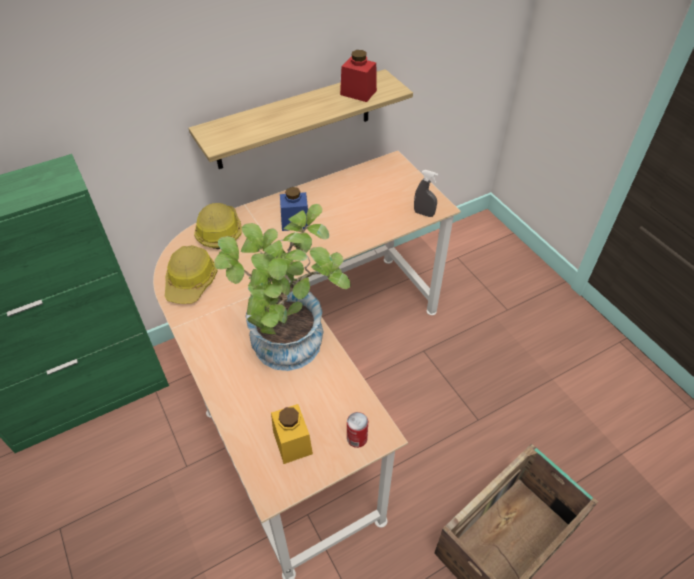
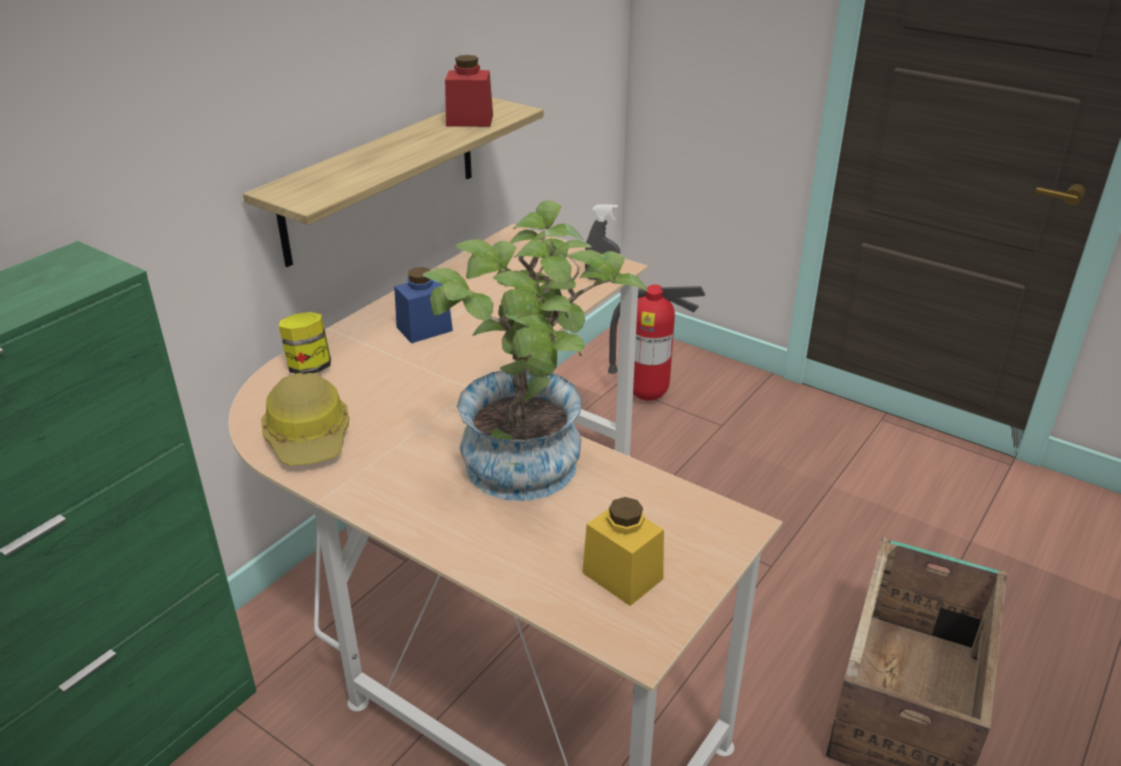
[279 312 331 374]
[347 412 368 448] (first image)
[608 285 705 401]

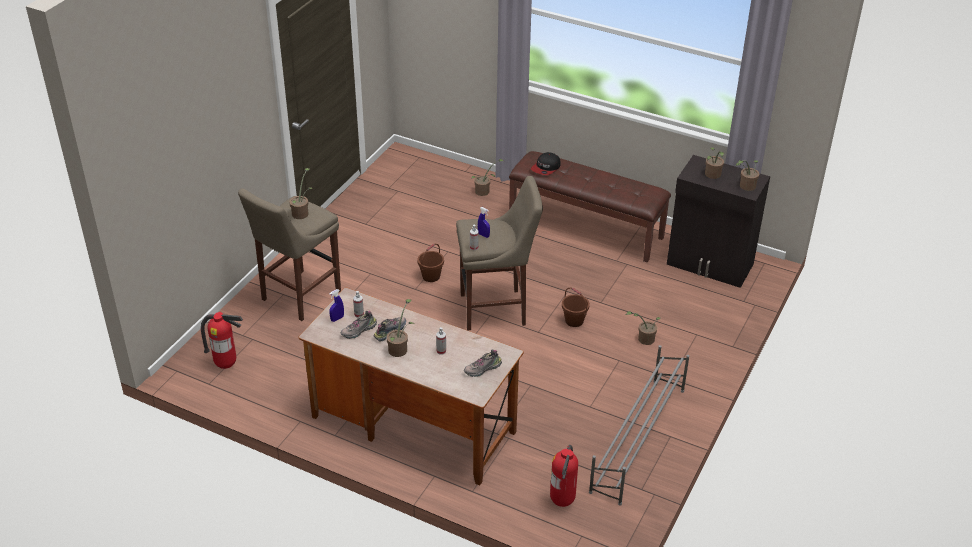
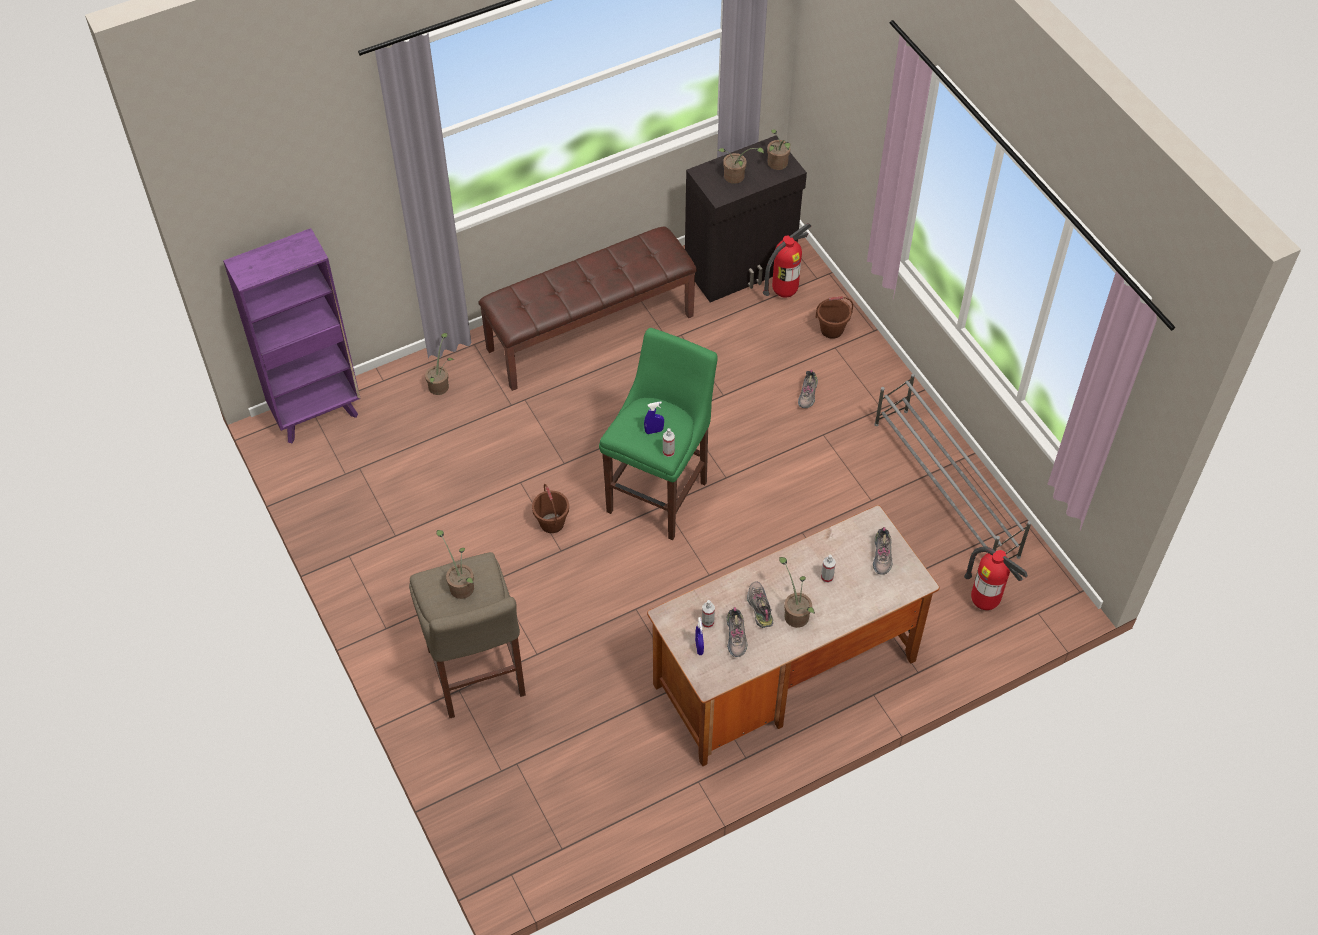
[763 223 811 298]
[599 328 718 540]
[531 152 561 175] (first image)
[816 296 853 339]
[798 370 818 408]
[223 228 361 443]

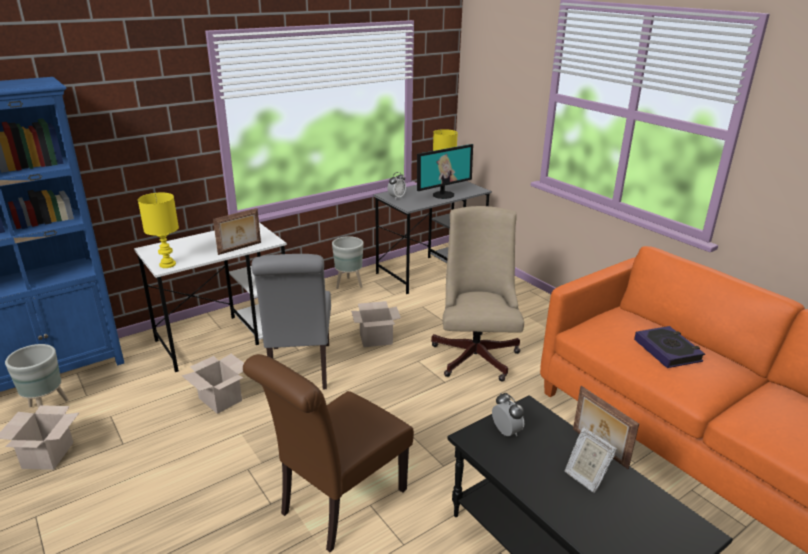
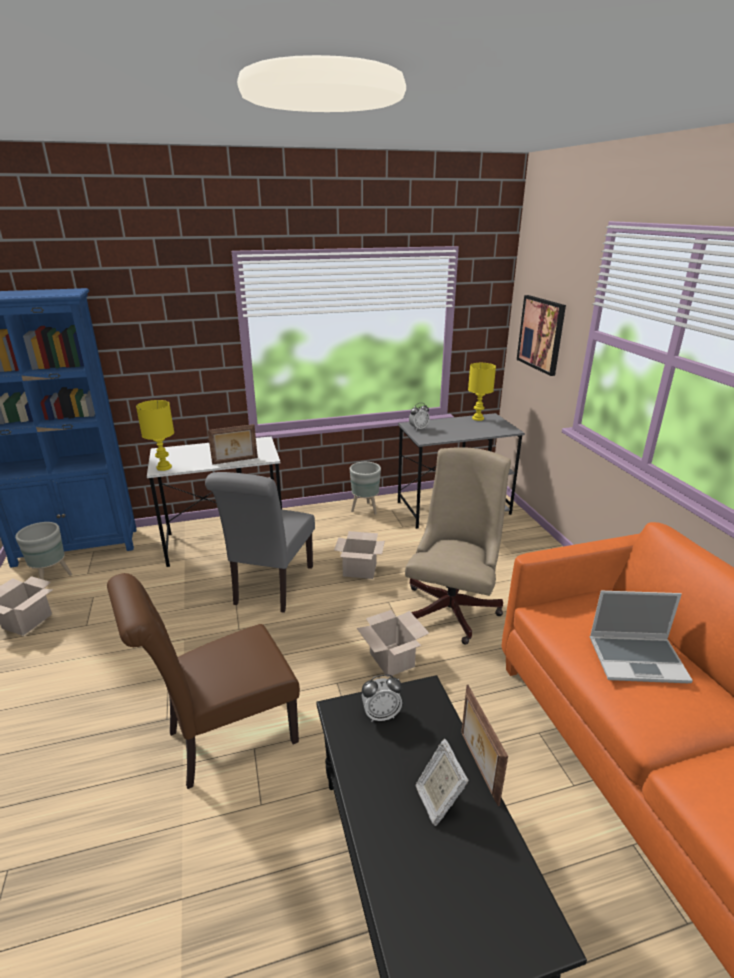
[357 610 429 677]
[417 144 473 199] (first image)
[362 675 402 722]
[590 591 693 683]
[517 295 566 376]

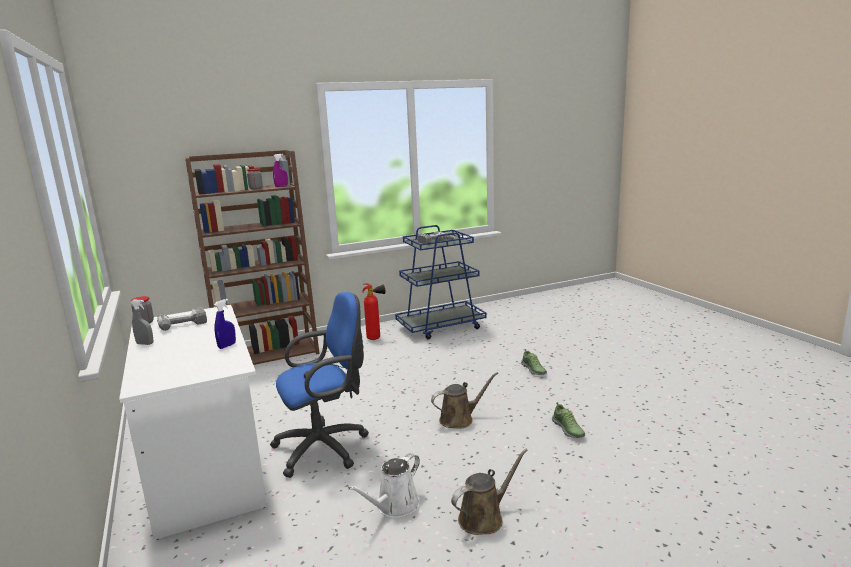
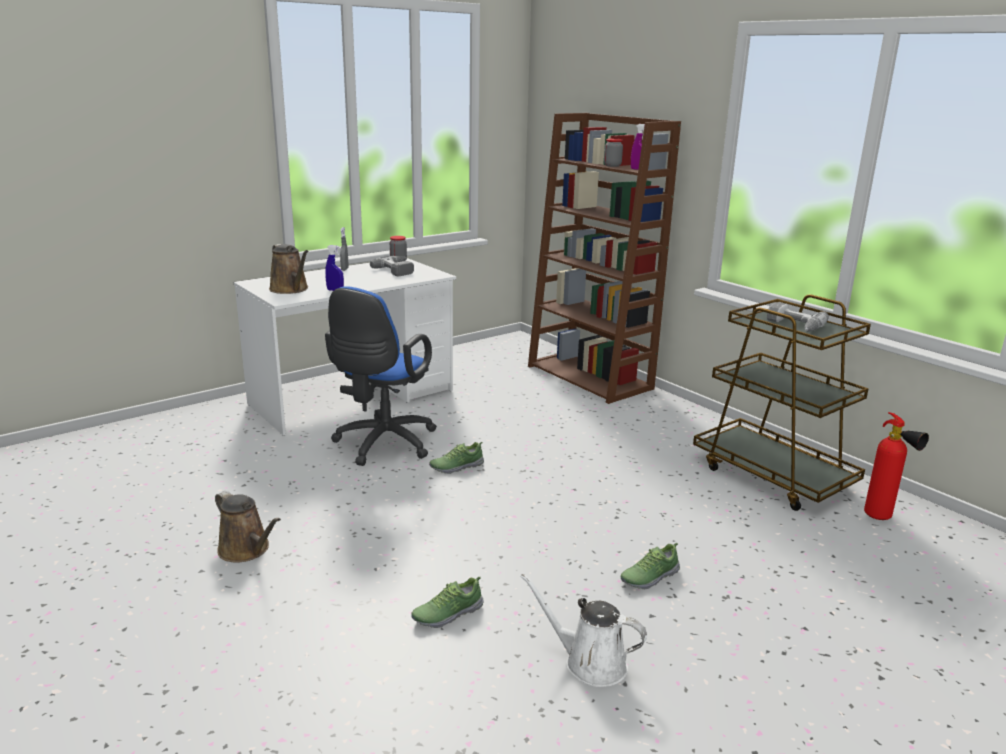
[325 286 437 466]
[520 573 647 687]
[864 412 929 520]
[693 294 871 511]
[269 244 308 294]
[429 442 484 474]

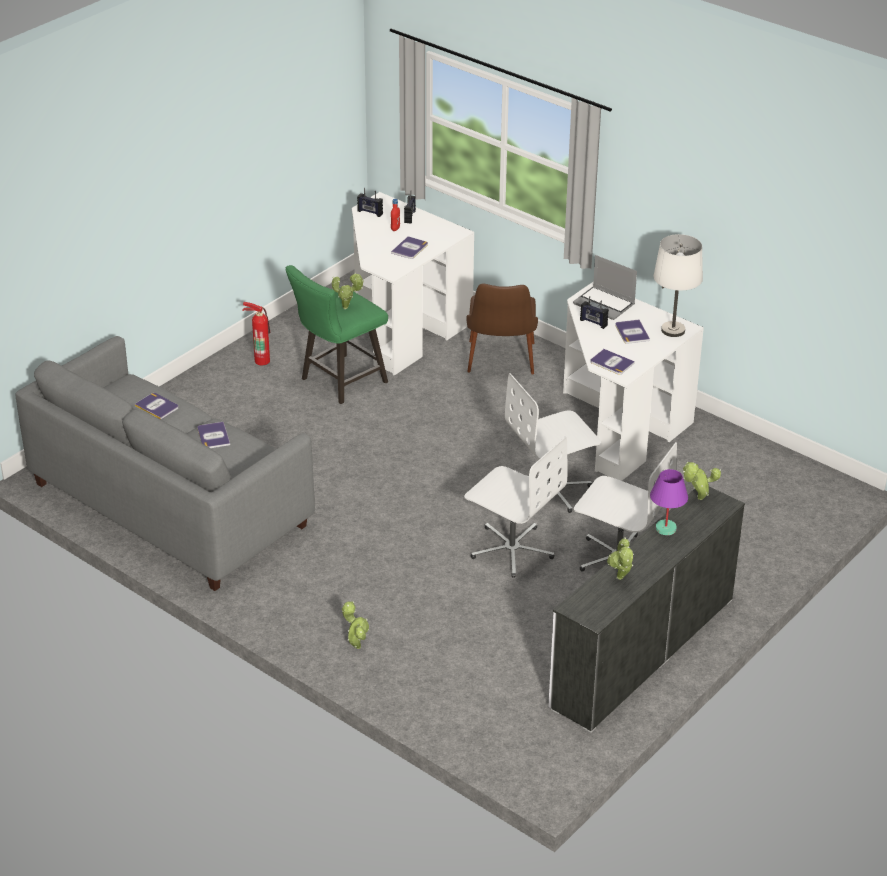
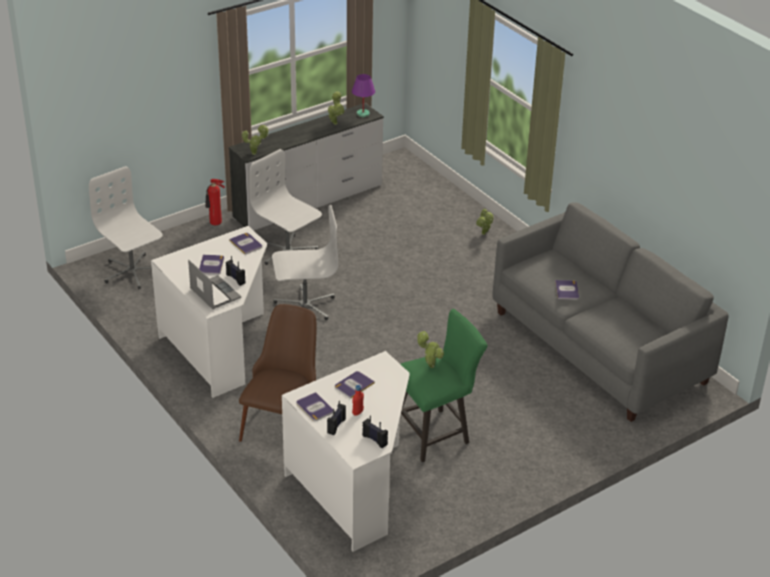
[296 392 335 421]
[205 179 225 225]
[89 166 163 289]
[352 74 375 117]
[654 234 703 337] (first image)

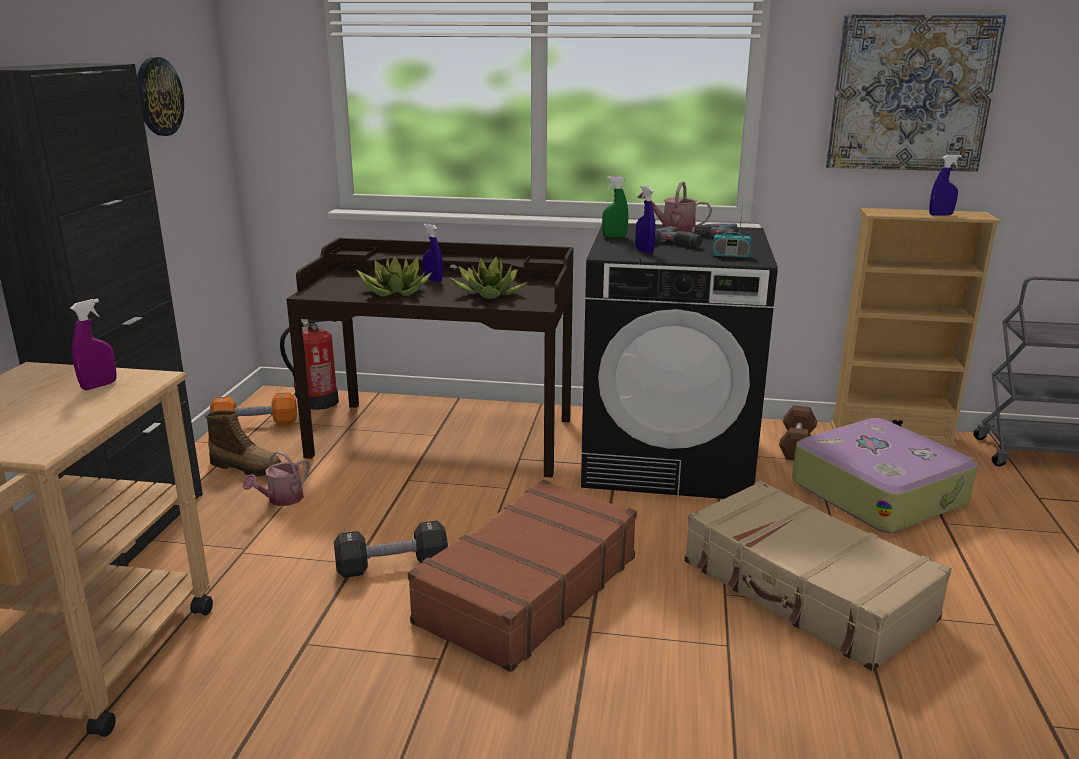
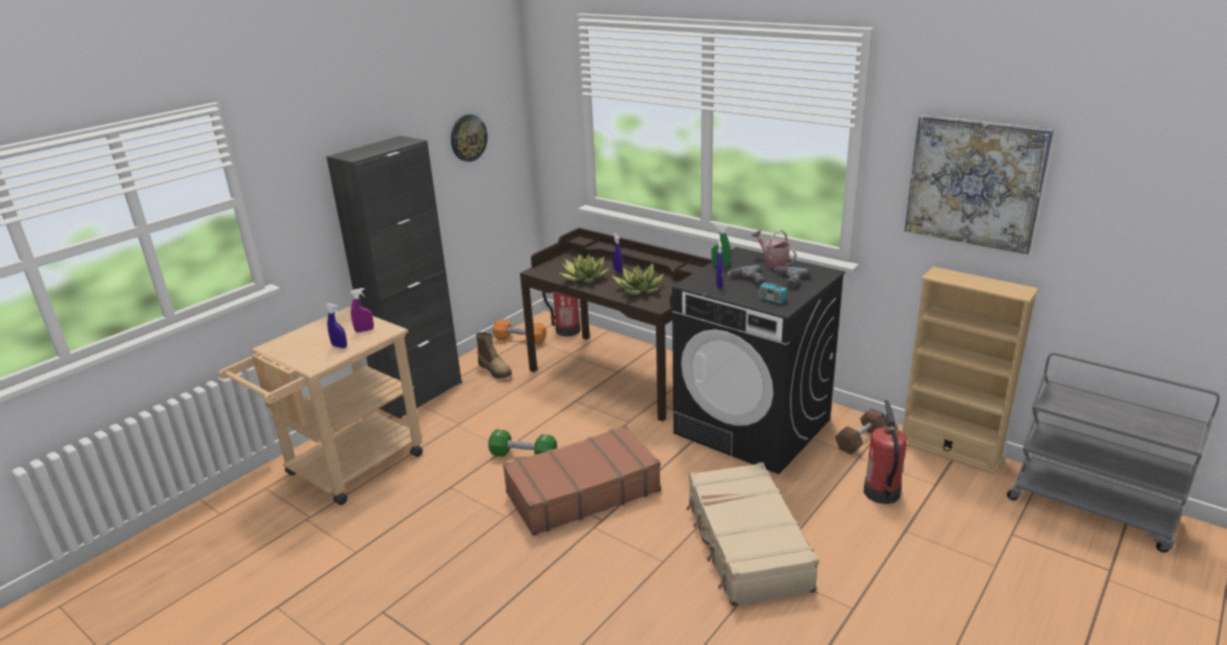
[243 451 310 506] (first image)
[488 429 557 457]
[864 400 906 504]
[326 303 347 348]

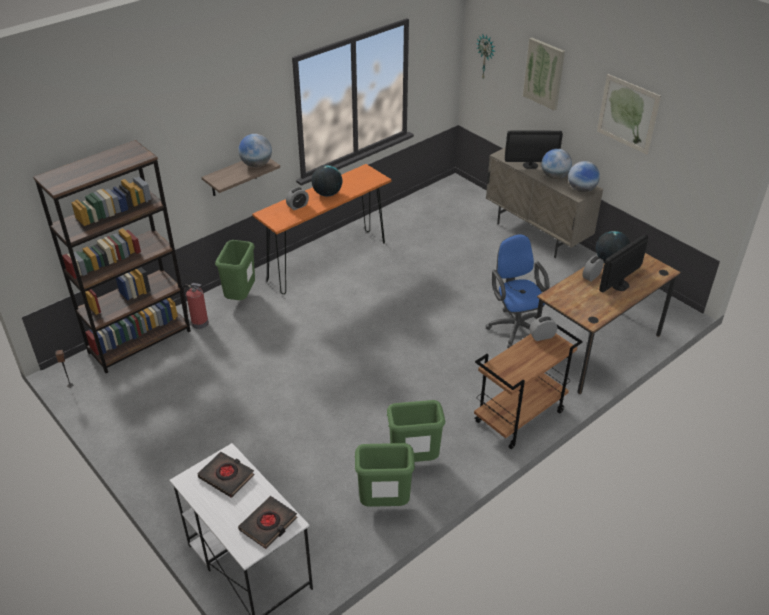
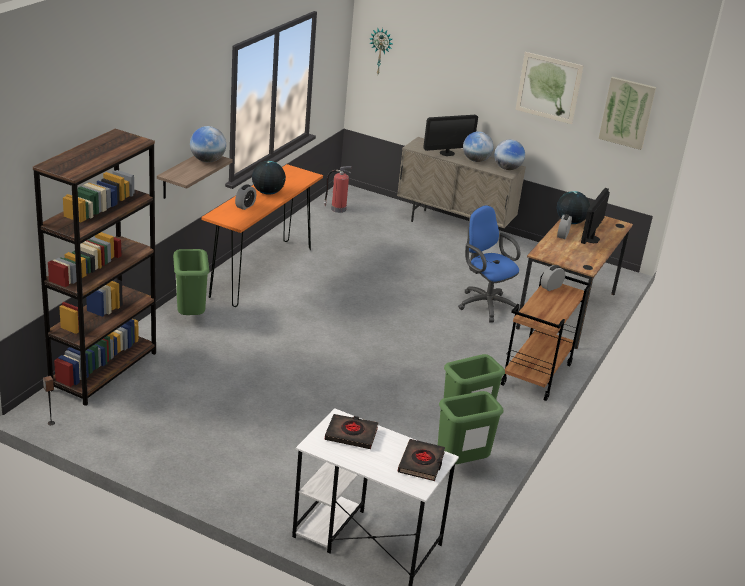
[324 166 352 213]
[598 77 656 150]

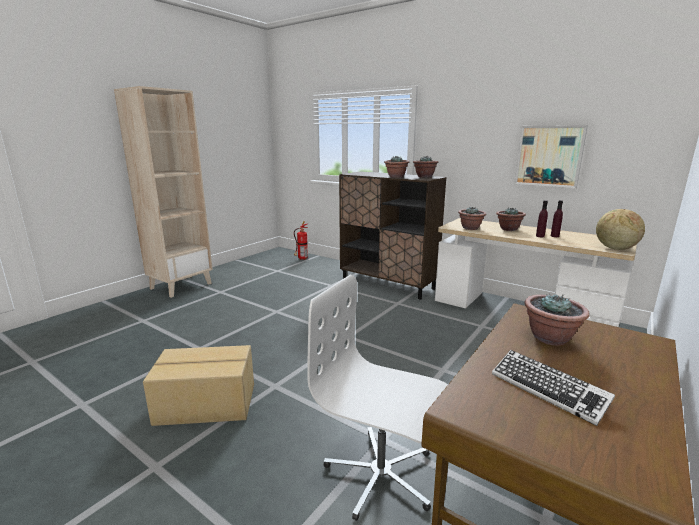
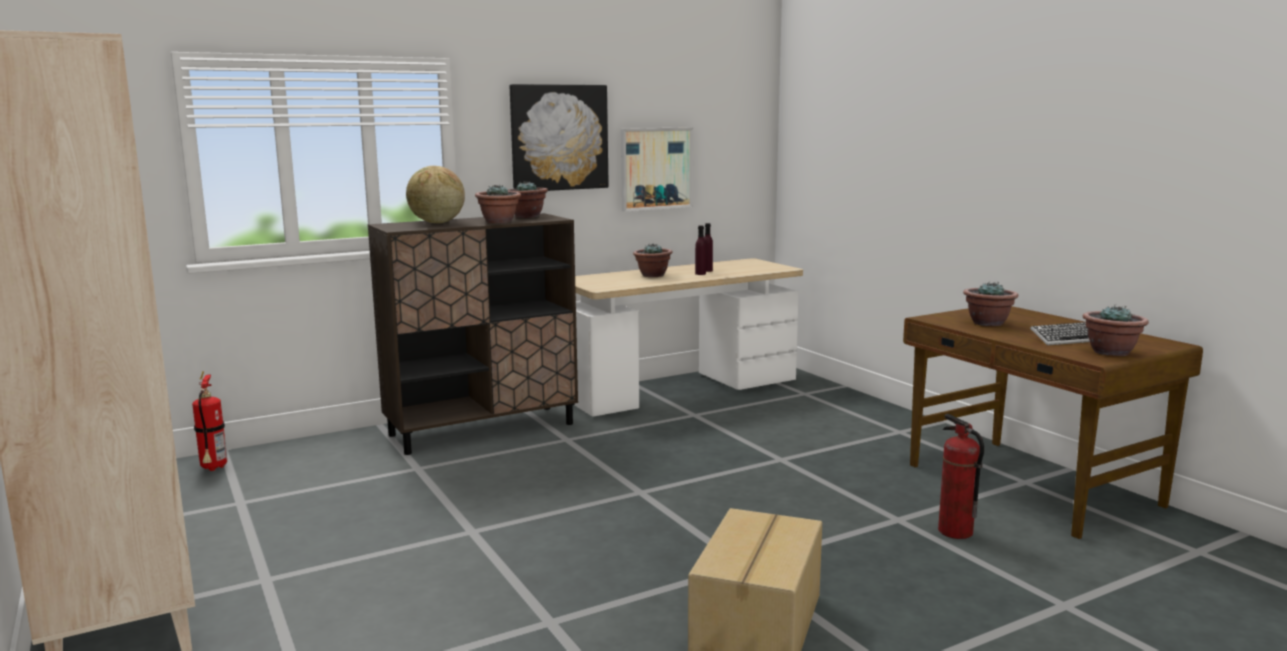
[938 414 984 539]
[1083 304 1149 356]
[406 166 465 223]
[510 84 609 191]

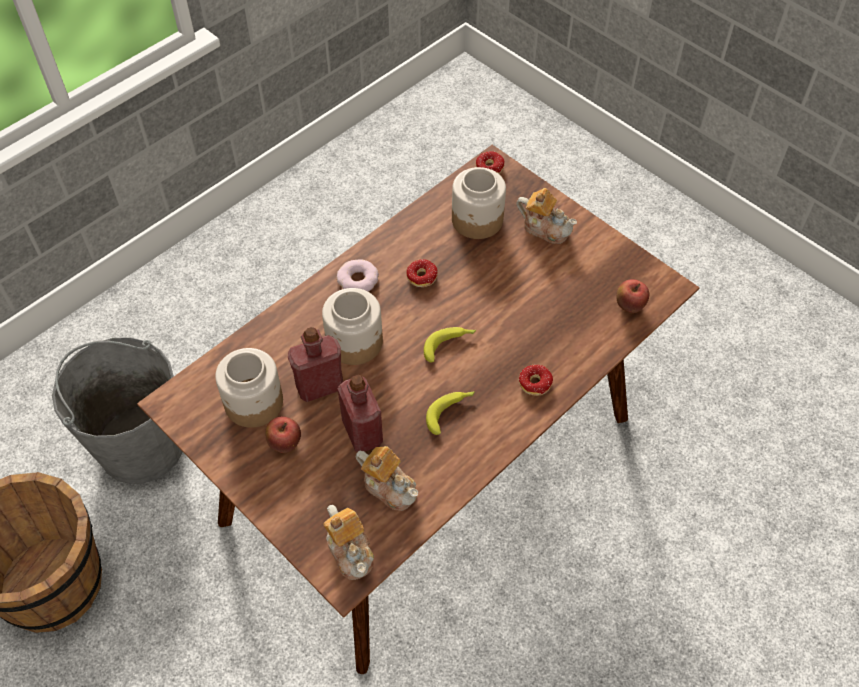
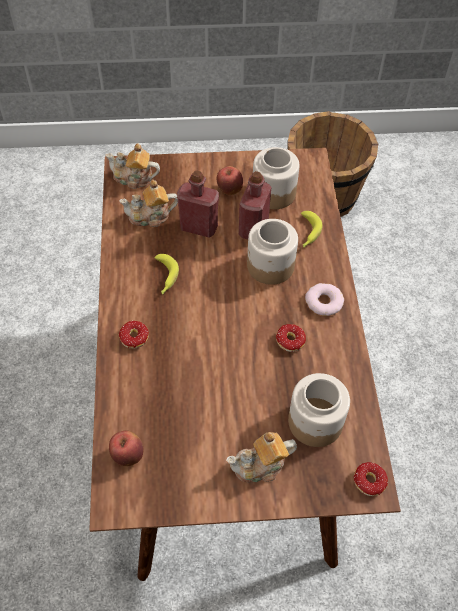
[52 337 182 484] (first image)
[301 211 322 248]

